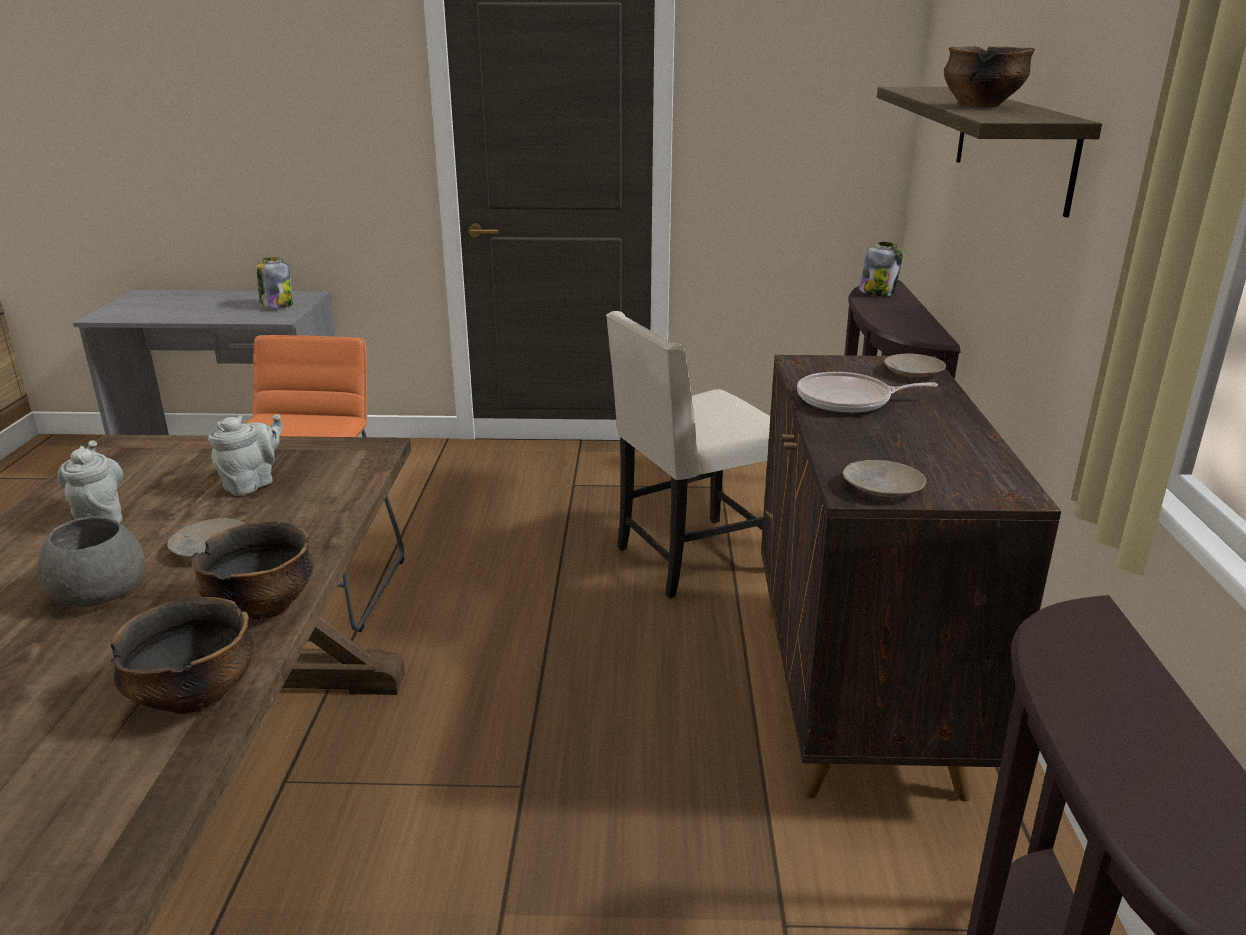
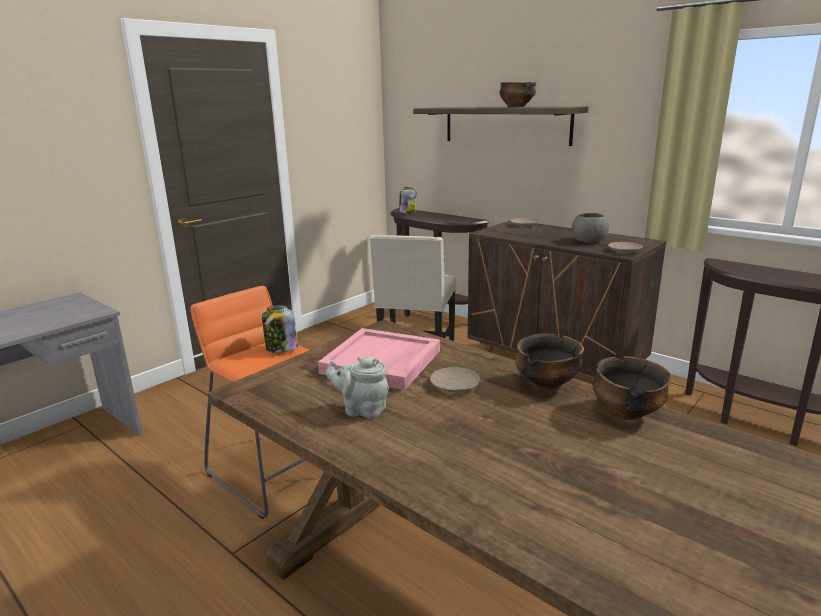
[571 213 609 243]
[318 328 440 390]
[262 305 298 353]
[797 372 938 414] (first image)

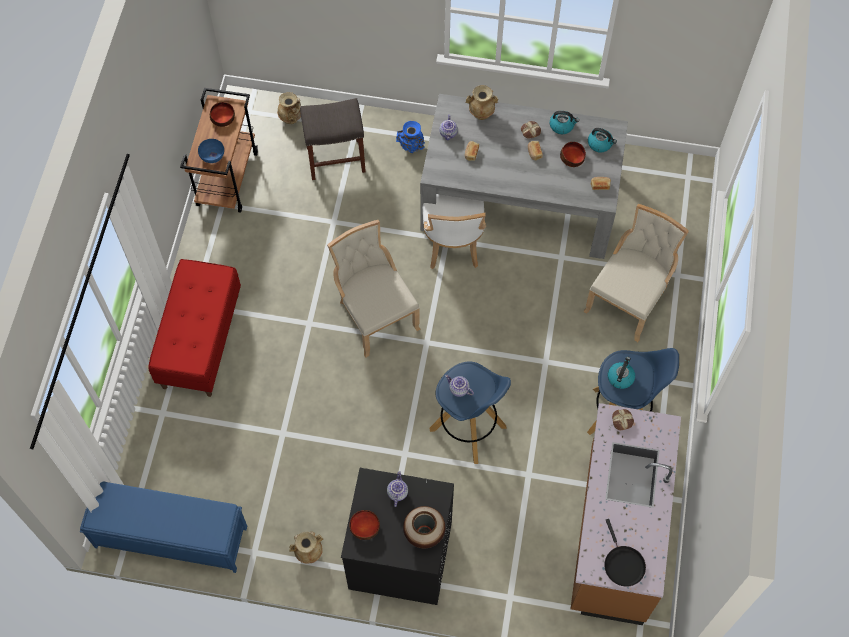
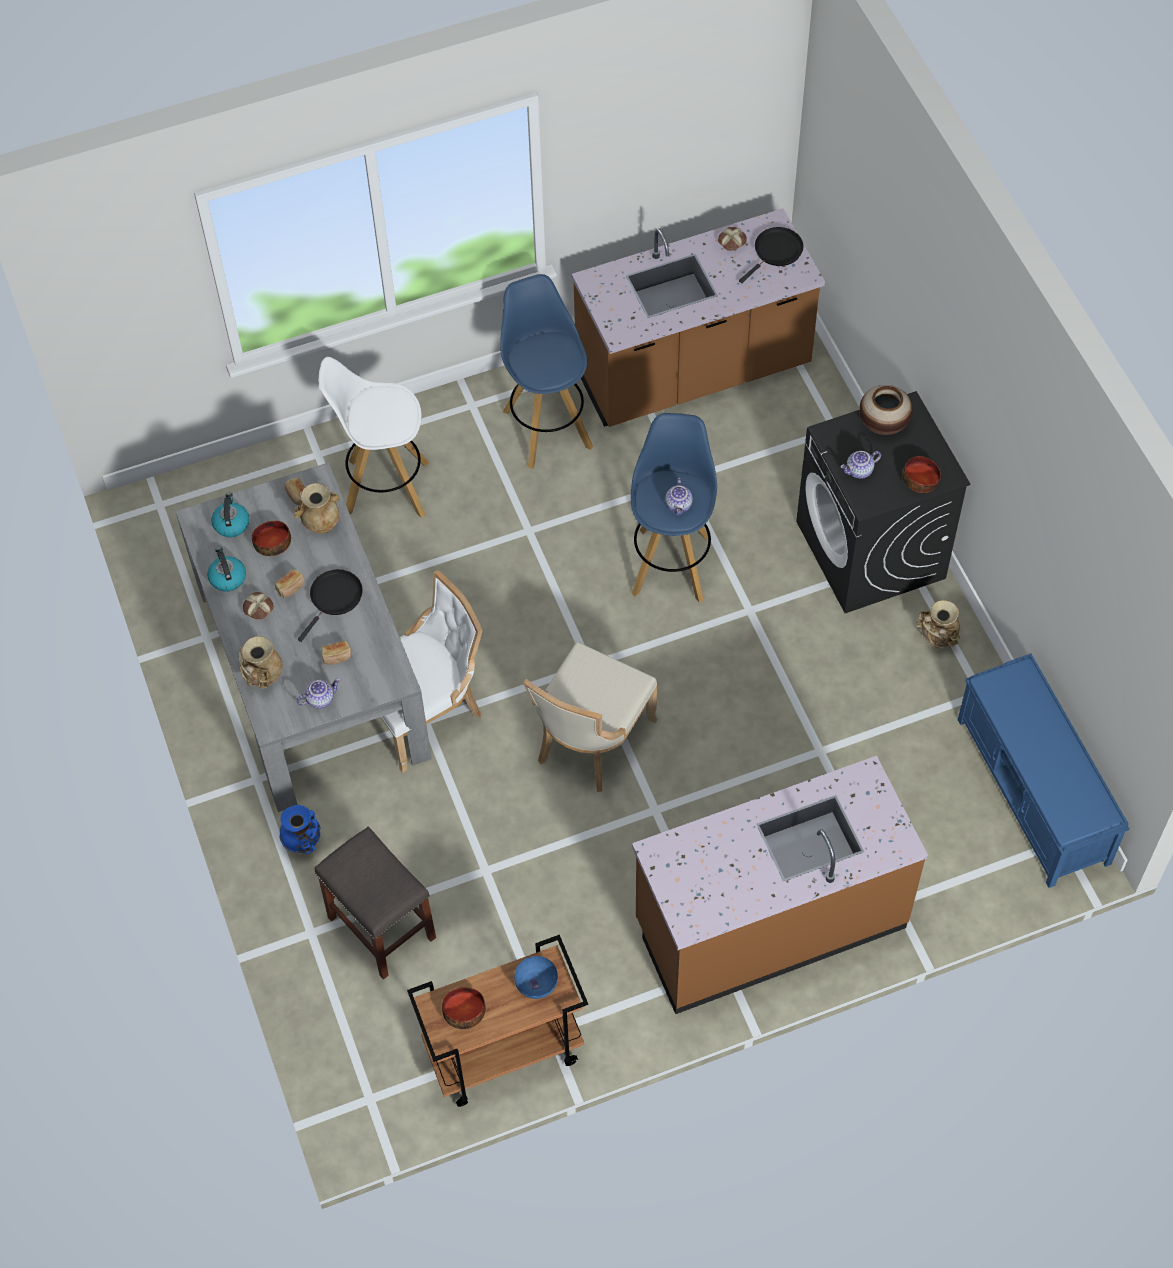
[632 756 928 1014]
[294 483 340 534]
[318 357 430 518]
[608 357 635 389] (first image)
[718 227 747 251]
[298 569 363 642]

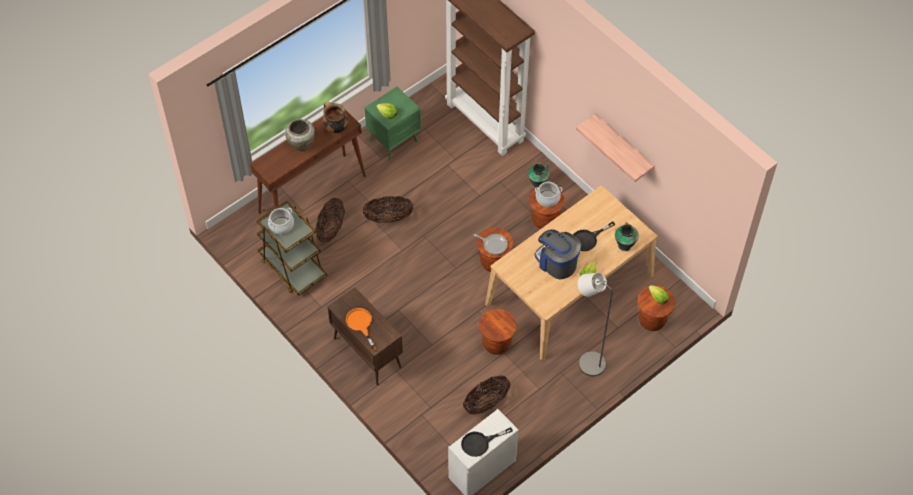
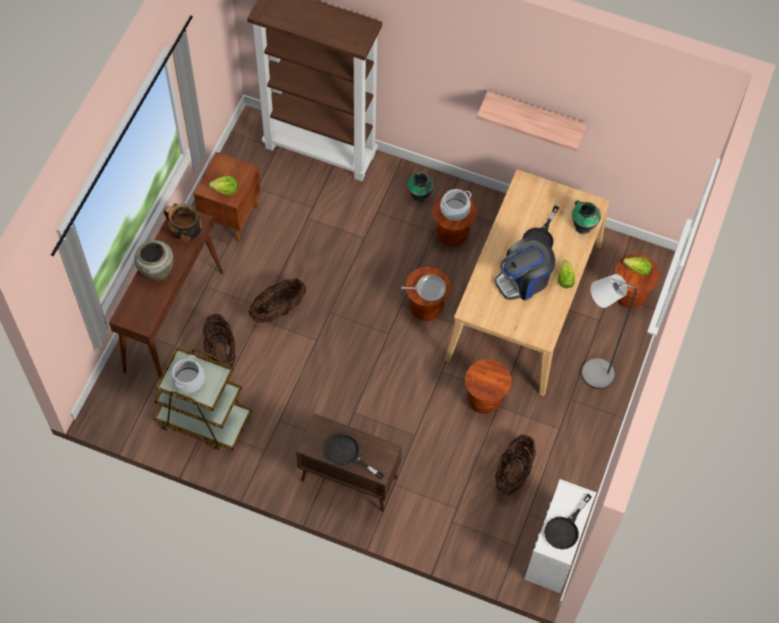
[326 434 384 479]
[193 152 261 242]
[495 236 555 301]

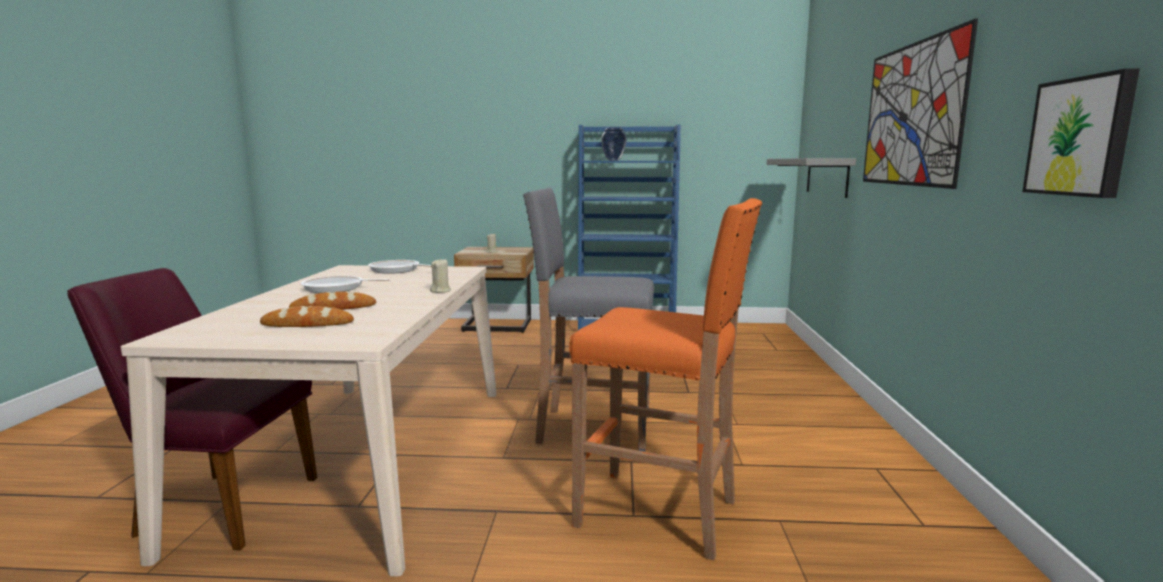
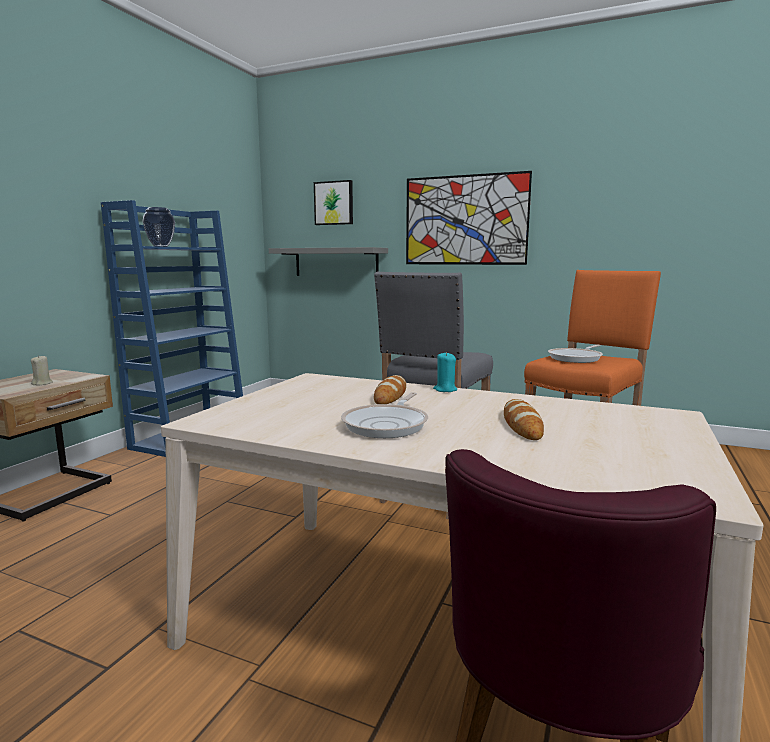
[374 375 406 404]
[548 345 603 363]
[433 352 457 392]
[314 180 353 225]

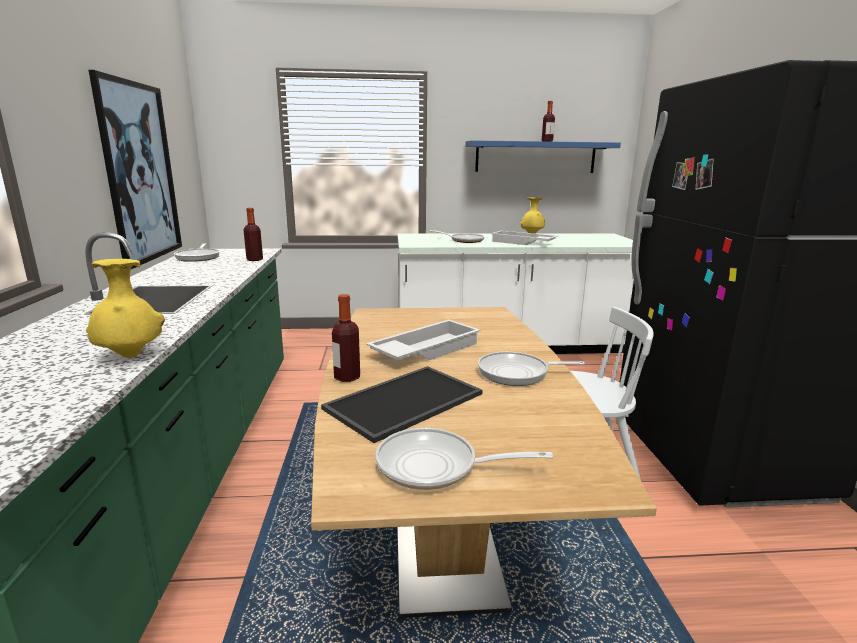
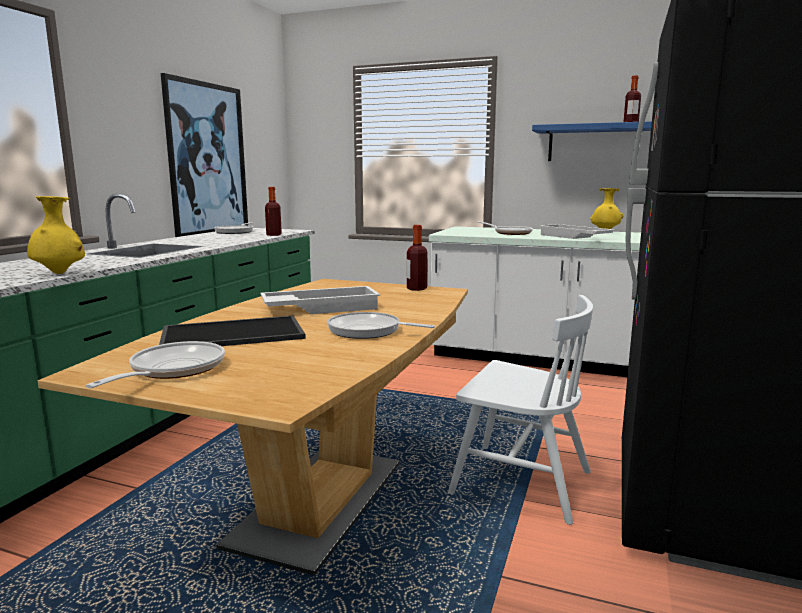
[407 225 428 291]
[86 341 225 388]

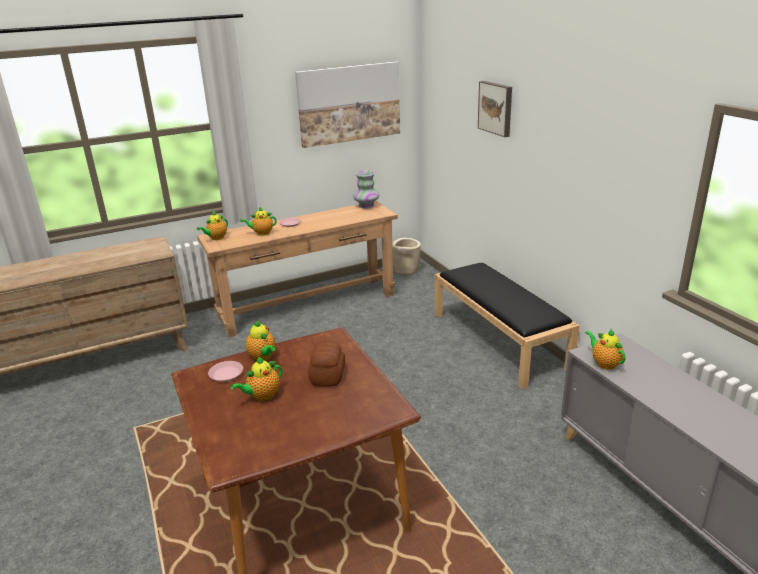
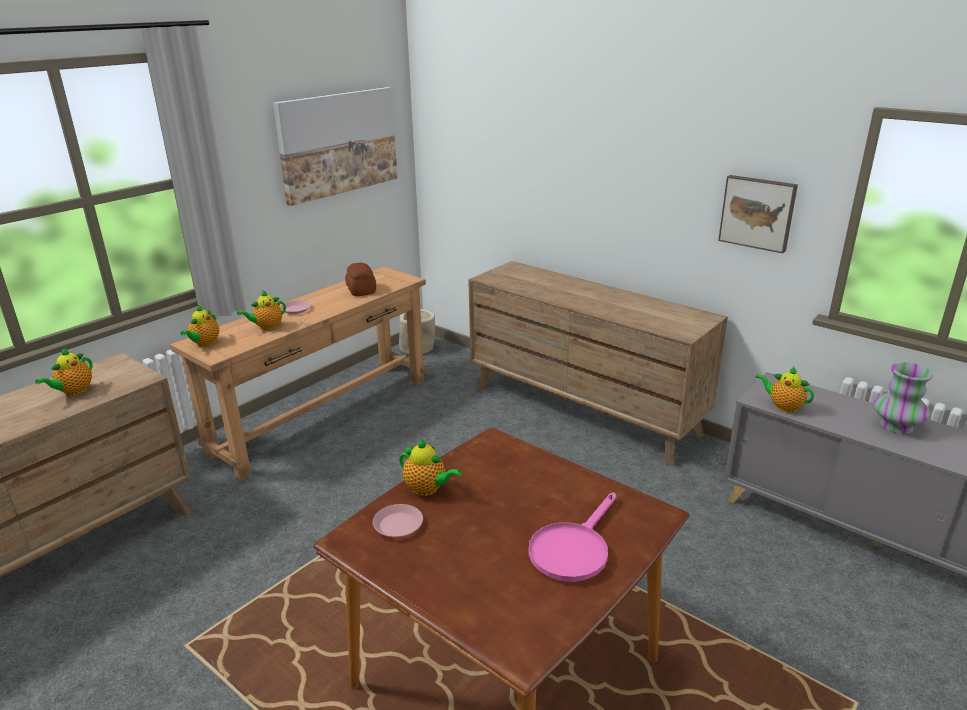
[35 348 92 396]
[345 263 376 296]
[874 362 933 434]
[468 261 728 467]
[718 175 798 253]
[528 492 616 582]

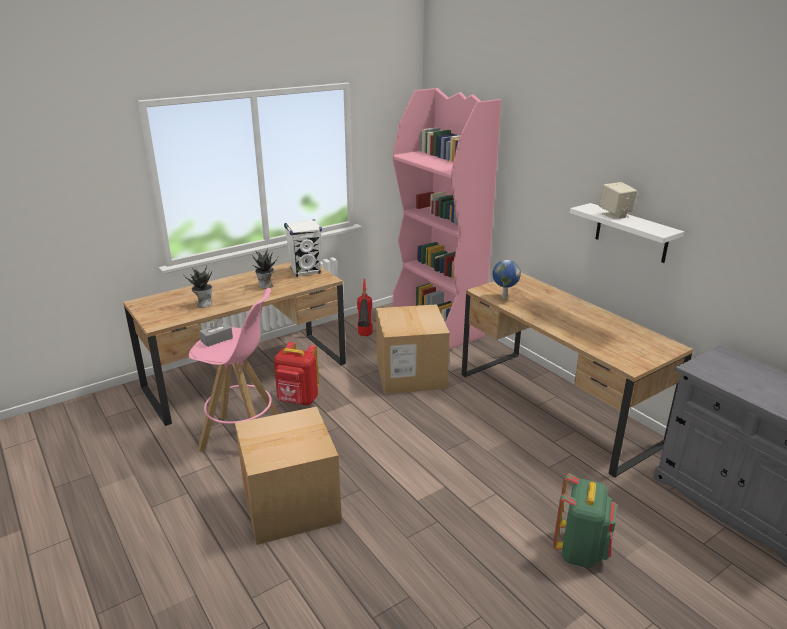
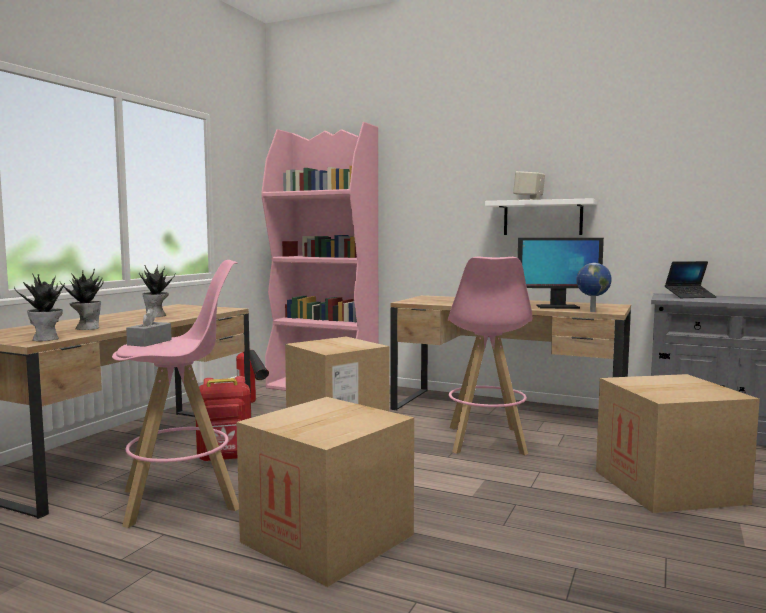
[284 219 322 277] (first image)
[576 263 612 312]
[596 374 760 513]
[14 273 65 341]
[448 256 532 455]
[518 238 604 309]
[665 261 717 298]

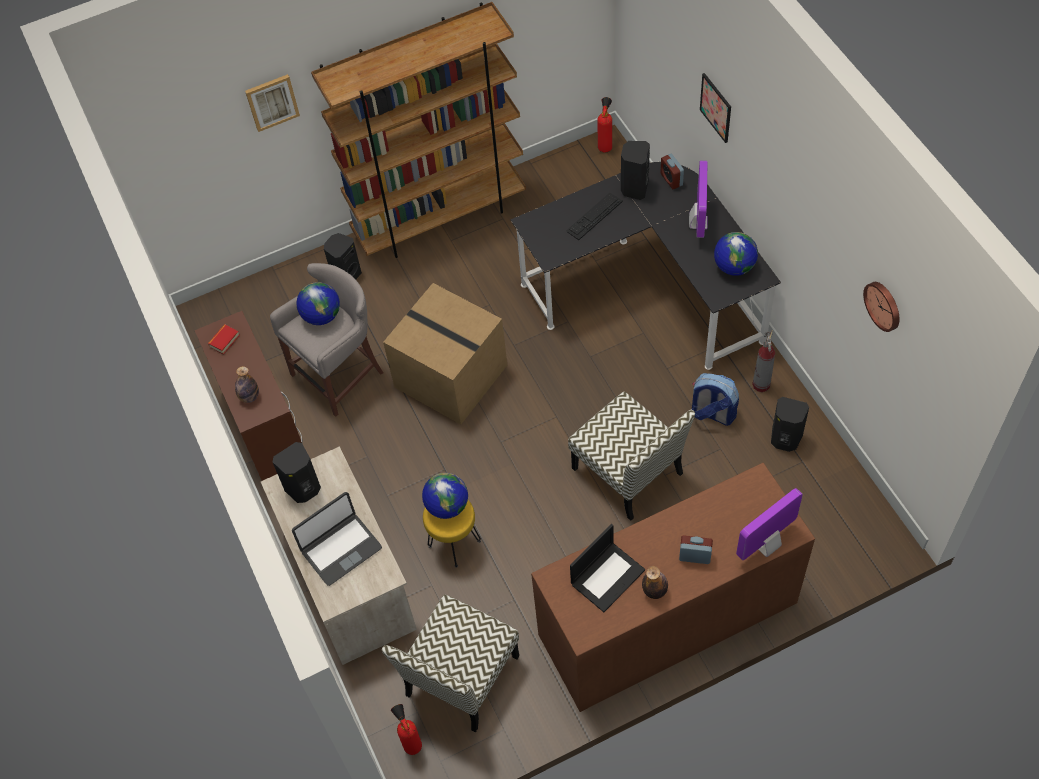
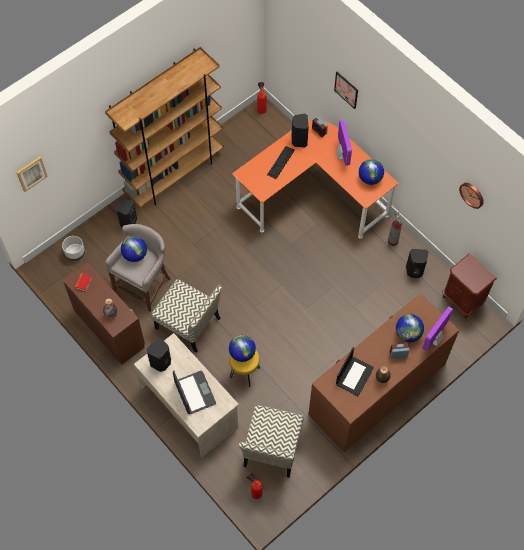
[16 156 48 192]
[173 371 216 414]
[383 283 507 424] (first image)
[232 121 399 239]
[151 279 222 353]
[692 373 739 426] (first image)
[62 236 85 261]
[396 314 424 342]
[443 253 497 318]

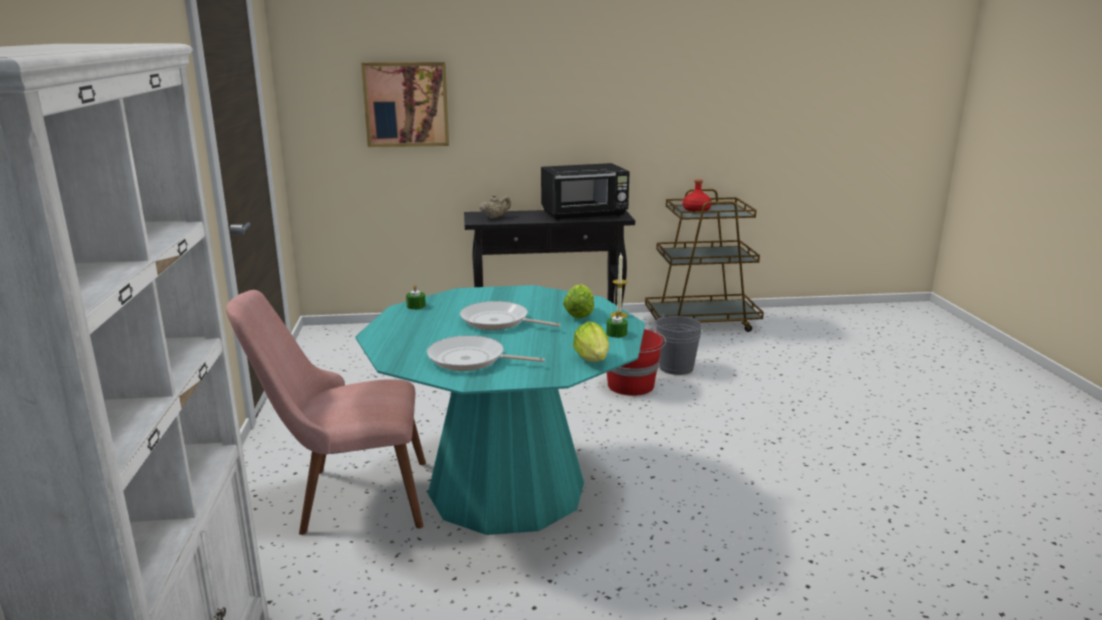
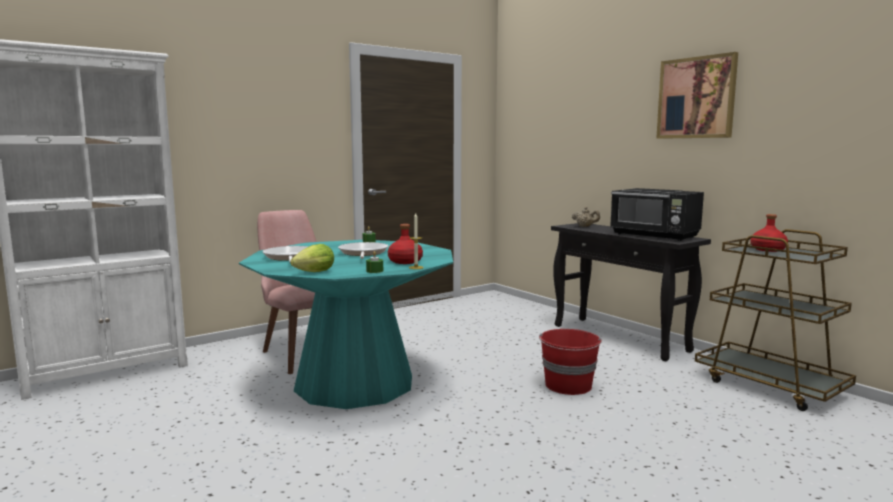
[656 52 738 139]
[388 224 423 264]
[656 314 702 375] (first image)

